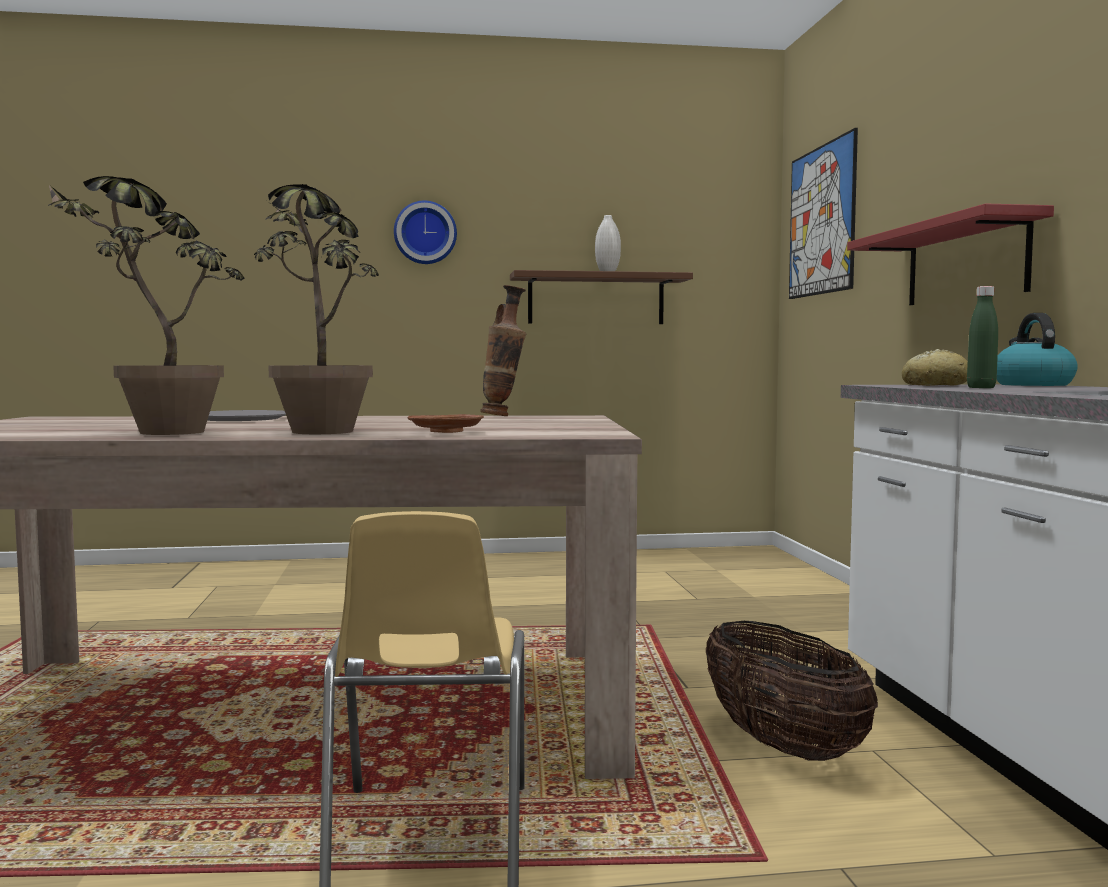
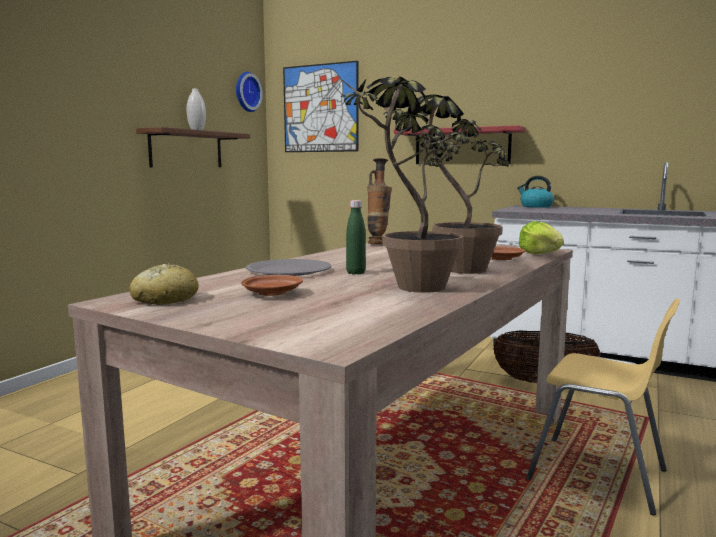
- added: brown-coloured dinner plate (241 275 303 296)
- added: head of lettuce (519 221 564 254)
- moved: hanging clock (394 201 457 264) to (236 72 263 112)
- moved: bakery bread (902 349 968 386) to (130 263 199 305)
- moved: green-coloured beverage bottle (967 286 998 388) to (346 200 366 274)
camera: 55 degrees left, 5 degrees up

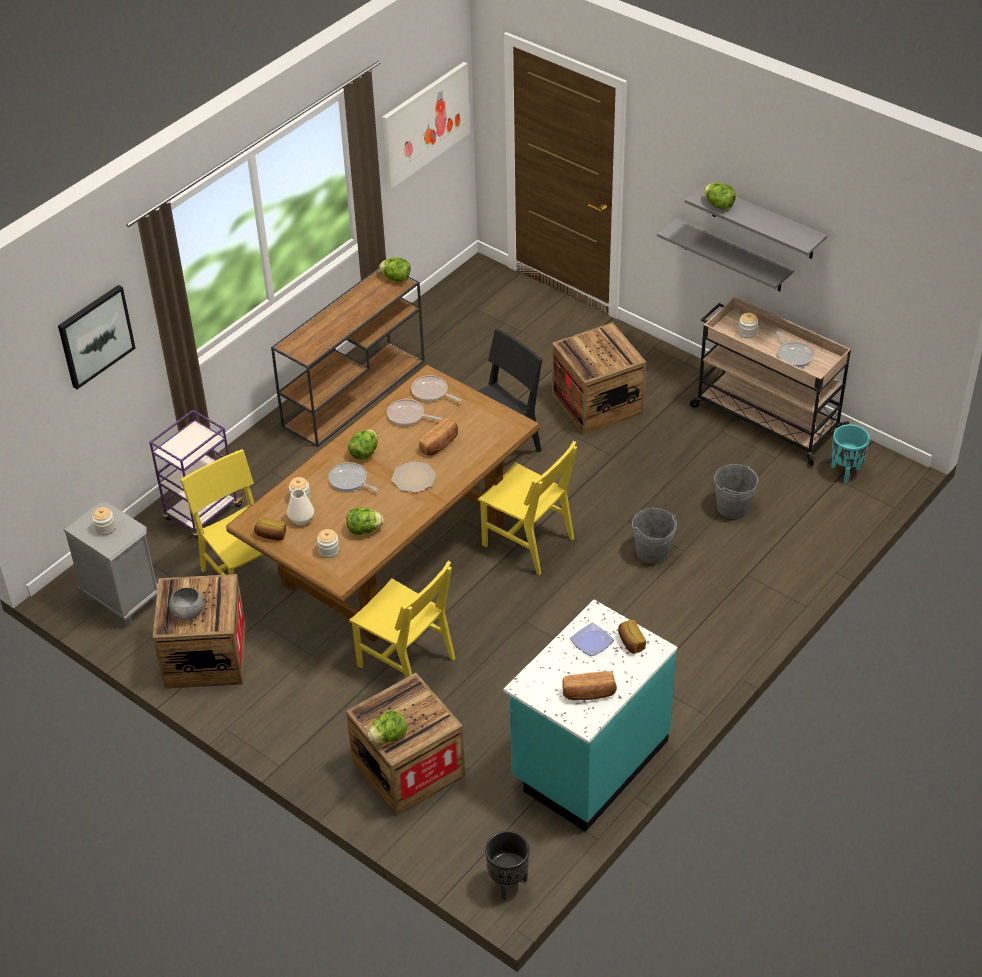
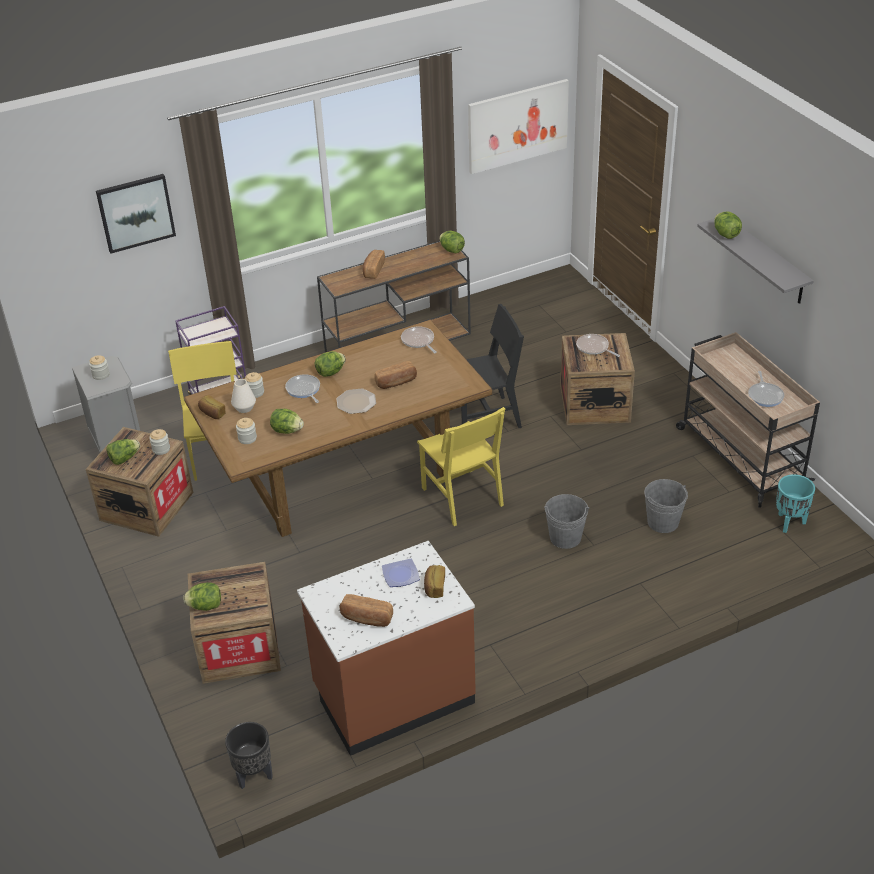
- removed: yellow chair (349 561 455 678)
- removed: greyish shelf (657 217 794 292)
- added: bakery bread (362 250 385 279)
- moved: pan (387 399 442 426) to (576 334 620 357)
- moved: jar (738 313 758 339) to (149 429 170 455)
- replaced: greyish bowl (169 587 204 620) to head of lettuce (106 439 140 465)
- recoloured: blue-green counter (504 600 677 832) to brown-coloured counter (297 541 476 756)
camera: 25 degrees right, 5 degrees down

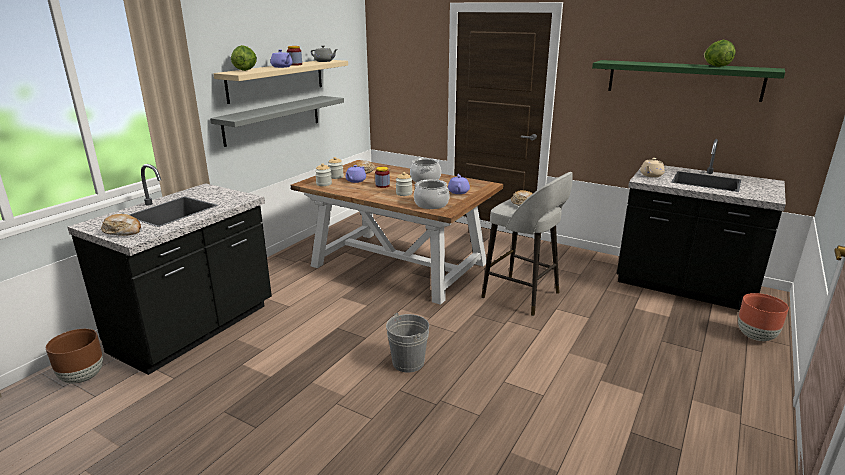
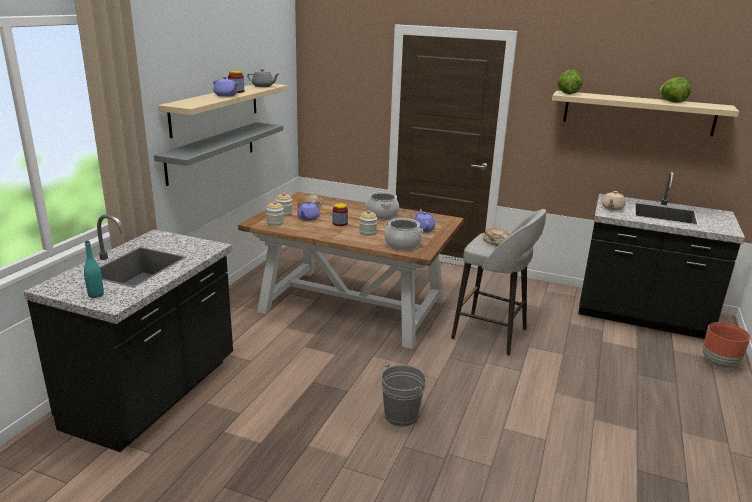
- removed: brown-coloured flower pot (46 329 103 384)
- moved: head of lettuce (231 45 257 71) to (558 70 583 94)
- replaced: bakery bread (101 214 141 236) to blue-green beverage bottle (84 241 104 298)
- recoloured: green-coloured shelf (592 60 785 102) to beige-coloured shelf (552 91 739 136)
camera: 10 degrees left, 0 degrees up

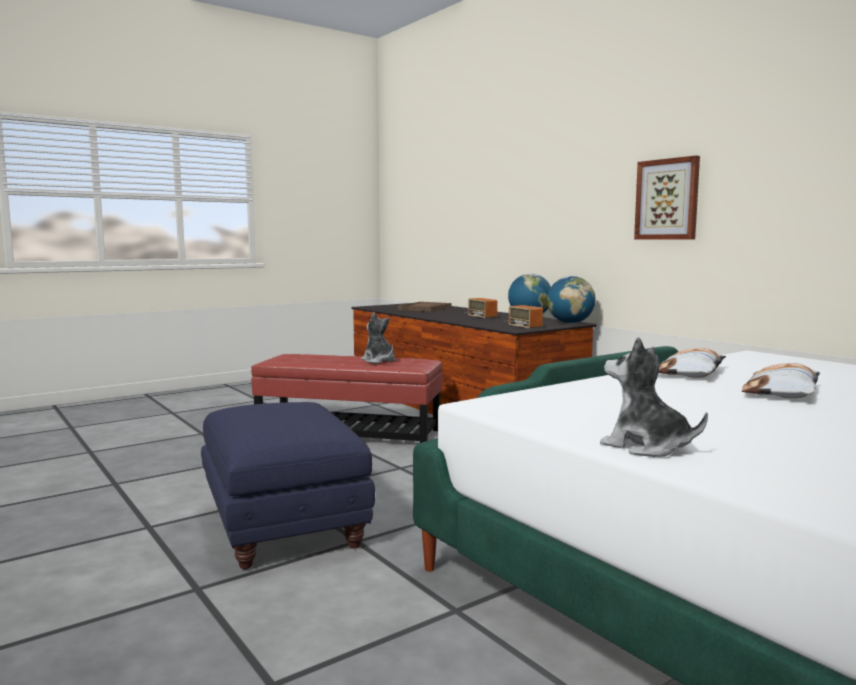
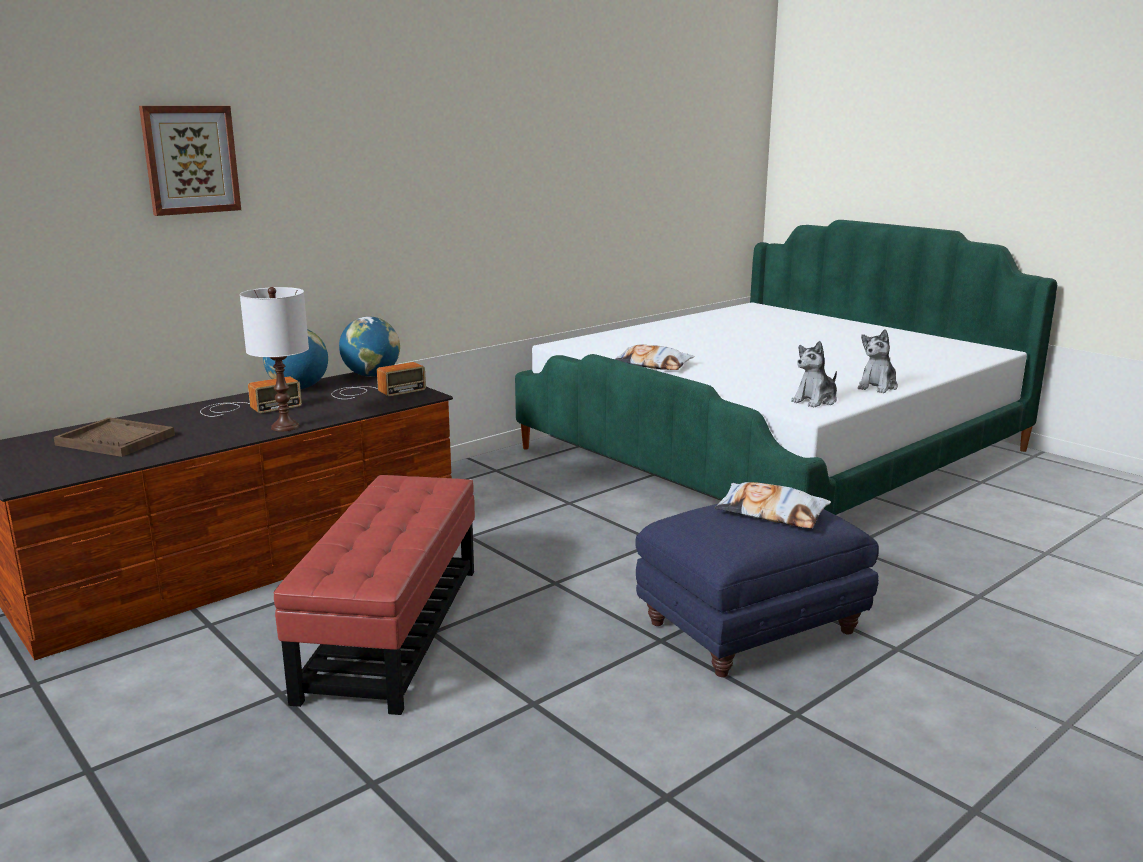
- added: whitish tabletop lamp (240 287 309 431)
- moved: cuddly toy (361 312 395 363) to (791 341 837 408)
- moved: picture (634 156 700 240) to (139 106 241 216)
- moved: cushion (742 363 820 398) to (714 482 831 528)
camera: 95 degrees left, 10 degrees up

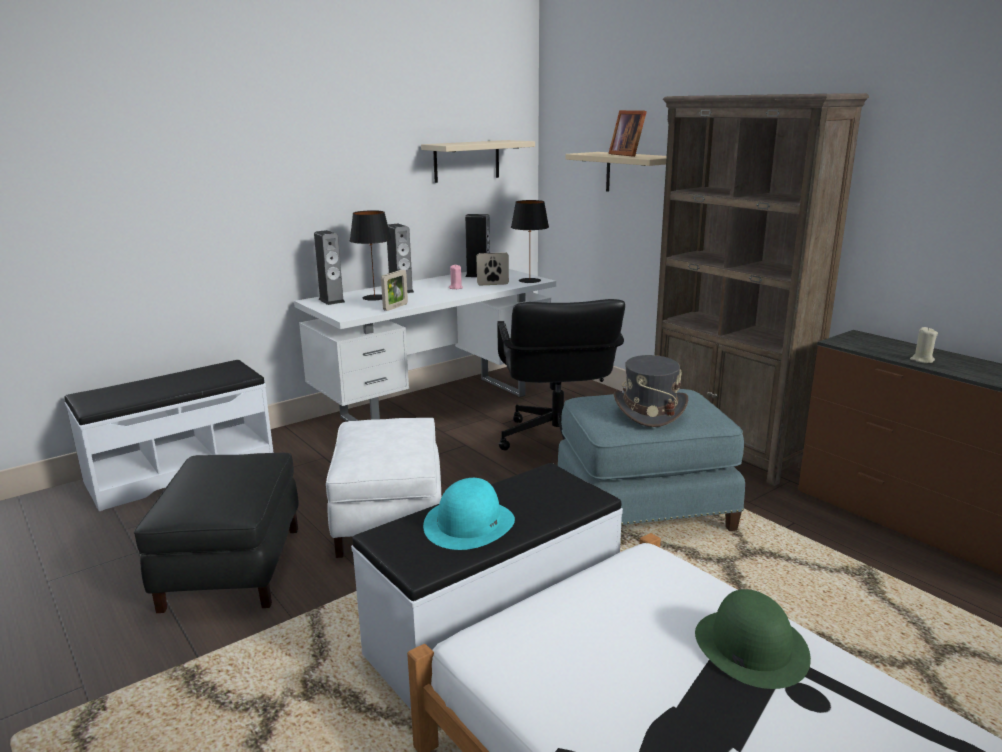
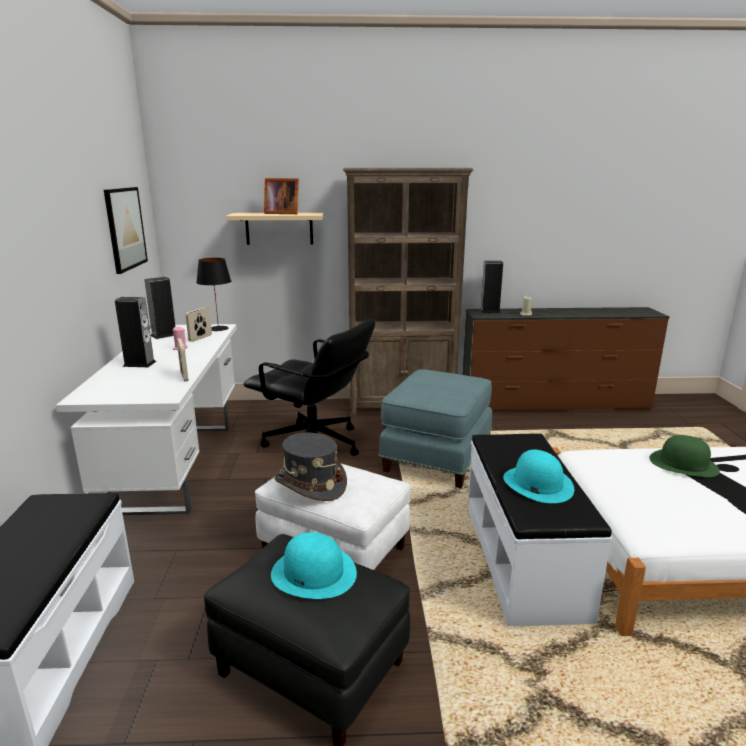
- removed: blackish tabletop lamp (350 210 392 301)
- added: blue-green wearable hat (271 532 357 599)
- moved: loudspeaker (314 230 345 305) to (479 261 503 313)
- moved: greyish wearable hat (614 355 688 427) to (275 433 347 501)
- replaced: beige-coloured shelf (421 140 535 183) to picture (104 187 148 274)
camera: 55 degrees left, 0 degrees up

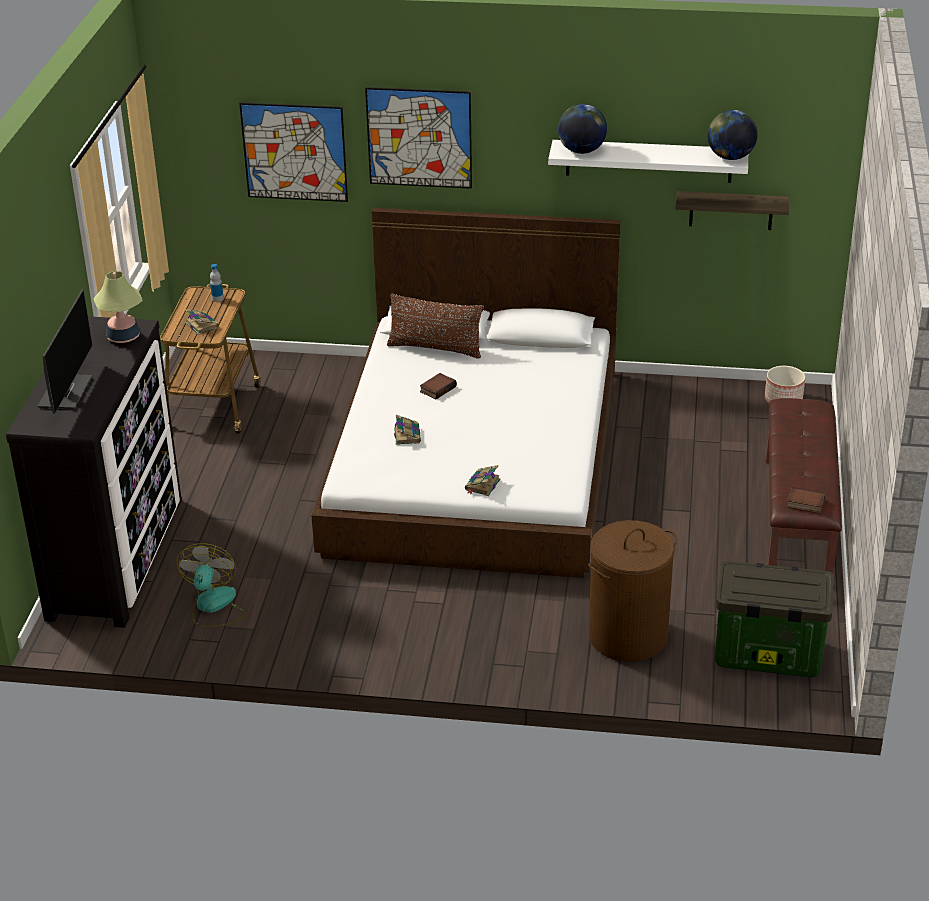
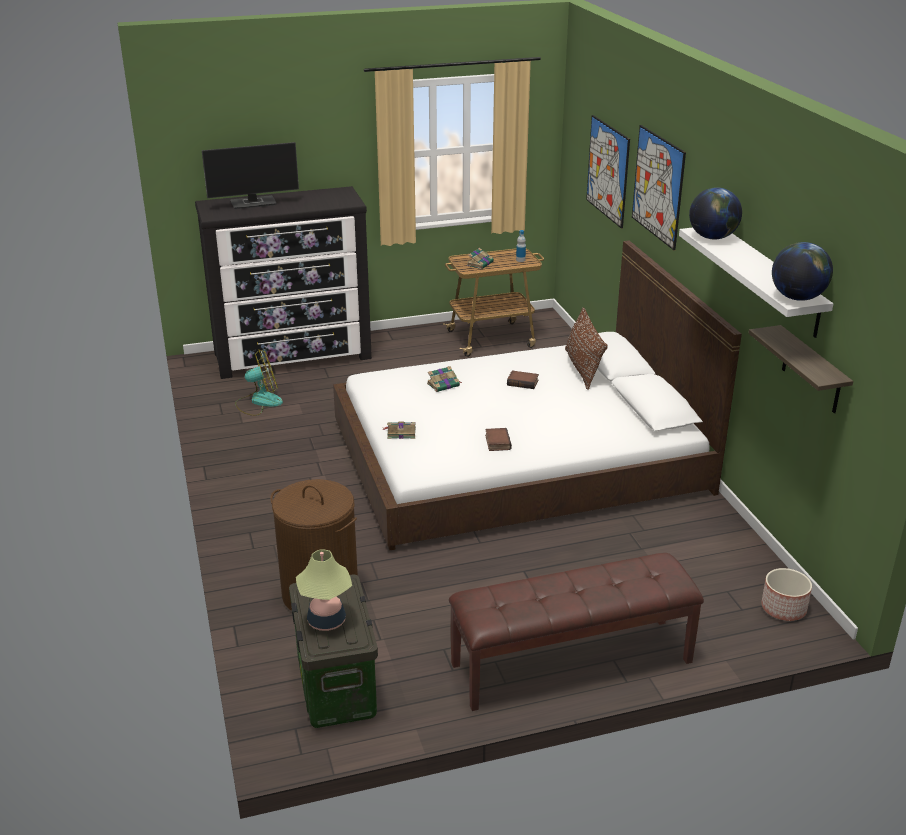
- moved: tabletop lamp (94 271 143 343) to (296 549 352 631)
- moved: bound book (787 487 825 514) to (485 428 512 451)
camera: 65 degrees right, 5 degrees down

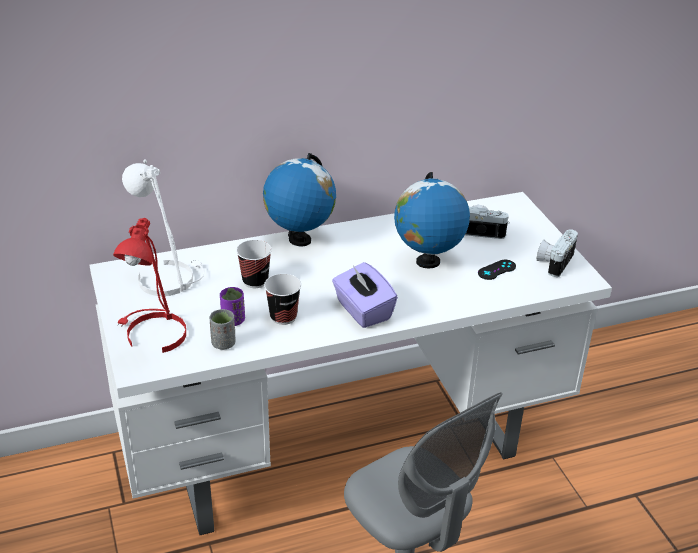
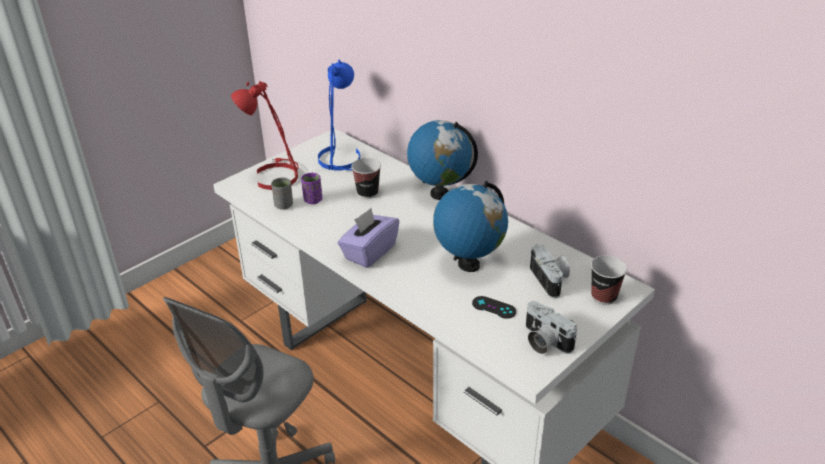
- moved: cup (264 274 301 325) to (591 255 628 305)
- recoloured: whitish tabletop lamp (122 159 205 296) to blue tabletop lamp (318 60 360 171)
- turned: photo camera (537 229 578 277) = (526 301 577 354) 135 degrees counterclockwise
camera: 65 degrees right, 0 degrees up

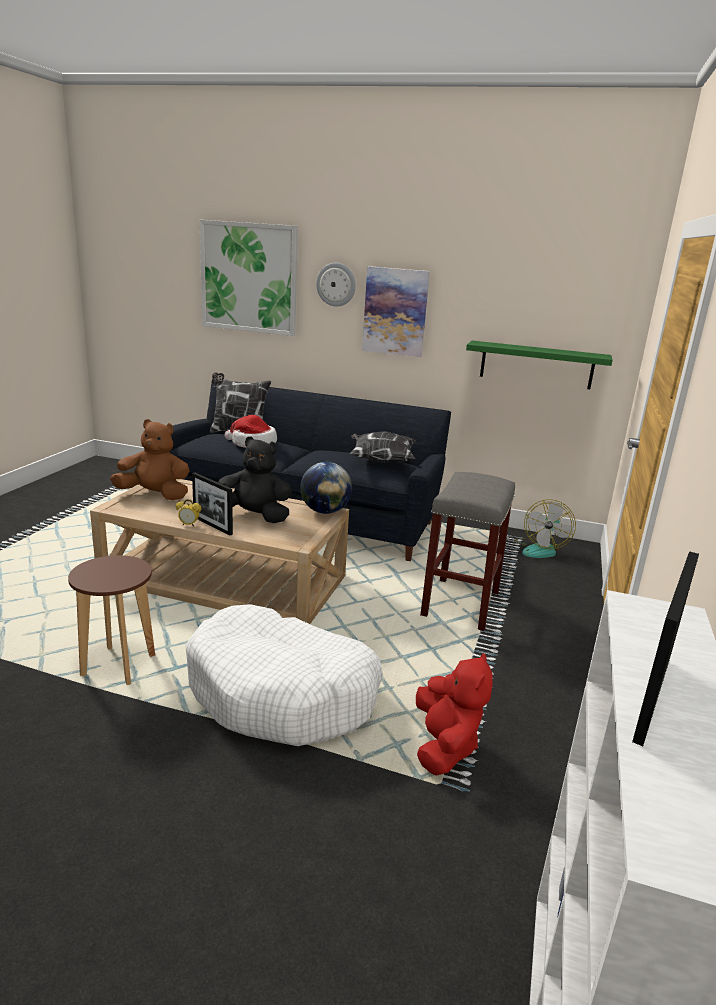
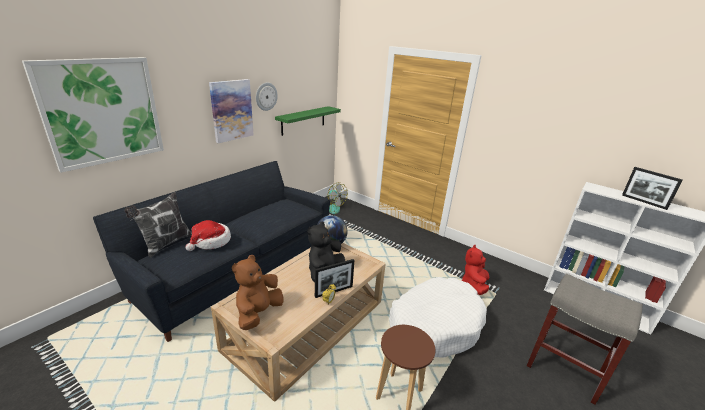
- removed: cushion (350 431 416 463)
- moved: hanging clock (316 263 356 307) to (256 83 278 111)
- moved: greyish sitting stool (420 472 515 631) to (527 274 642 405)
- turned: reddish cuddly toy (416 652 493 776) = (461 245 489 295) 90 degrees counterclockwise
camera: 70 degrees left, 5 degrees up

